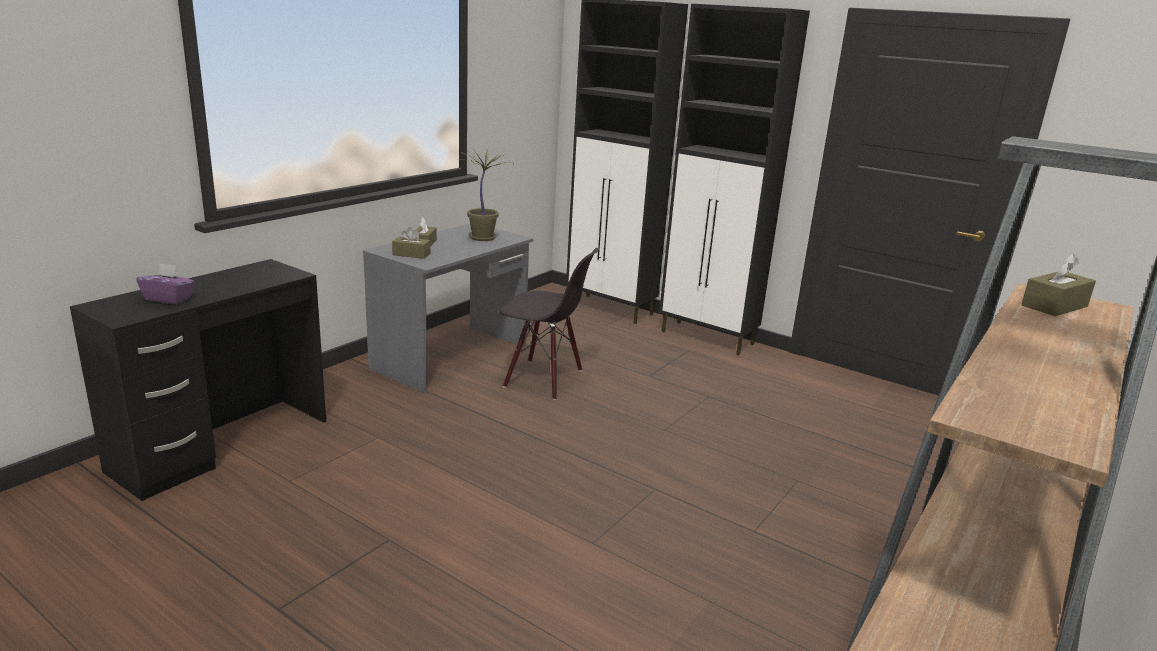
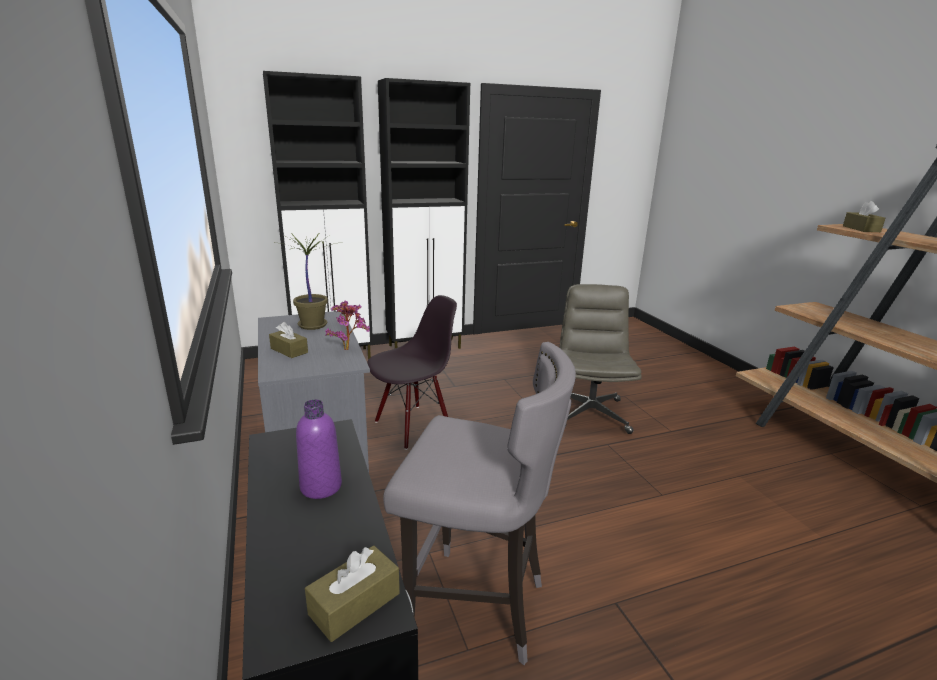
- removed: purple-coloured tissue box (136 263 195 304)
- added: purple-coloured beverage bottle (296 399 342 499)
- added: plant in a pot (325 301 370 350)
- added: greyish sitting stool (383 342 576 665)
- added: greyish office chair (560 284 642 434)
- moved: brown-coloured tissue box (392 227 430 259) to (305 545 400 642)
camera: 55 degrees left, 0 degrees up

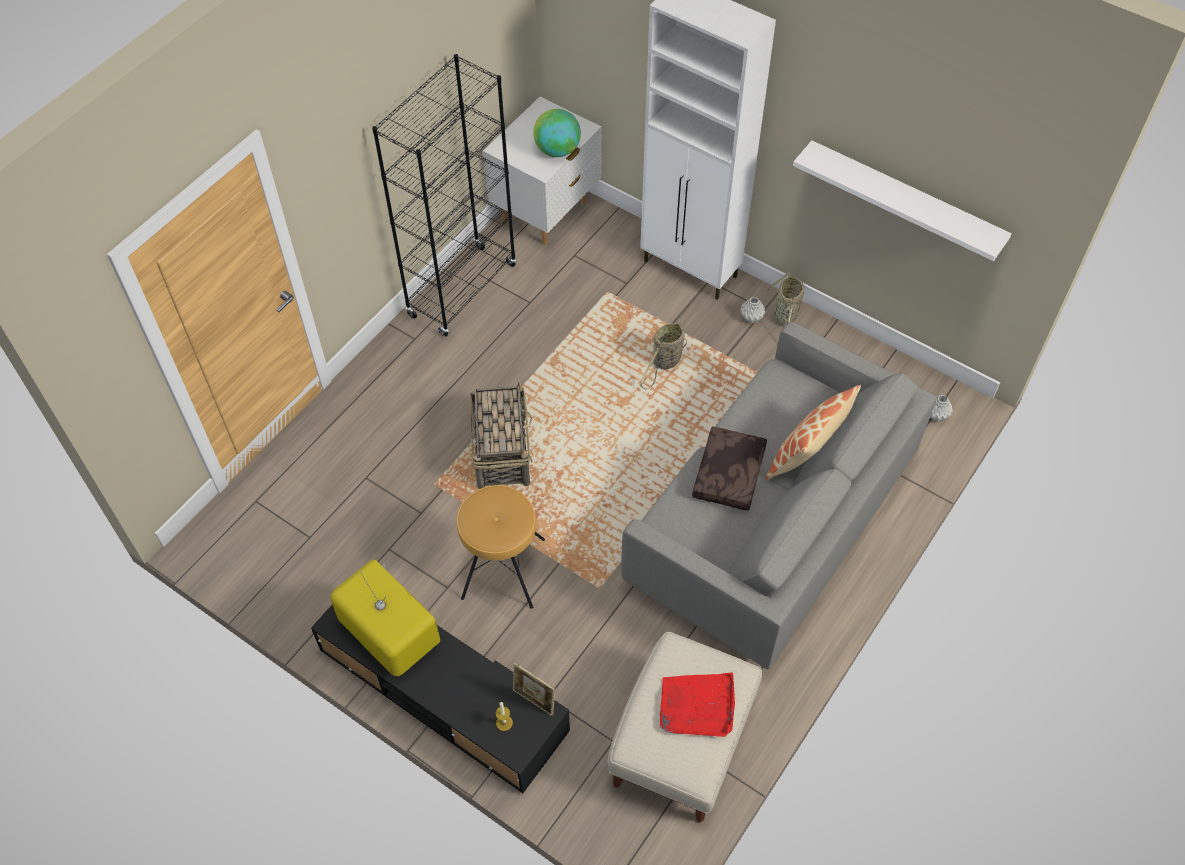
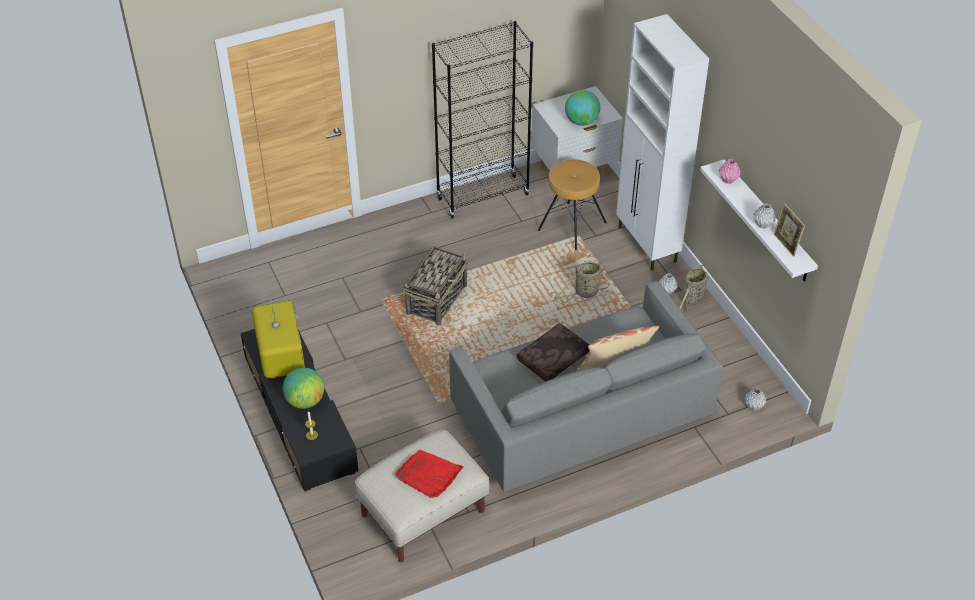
- added: desk globe (283 367 324 409)
- added: pinkish decorative vase (719 159 741 184)
- added: greyish decorative vase (753 203 776 229)
- moved: brown-coloured sitting stool (457 485 545 609) to (538 159 607 250)
- moved: standing frame (513 663 555 716) to (774 203 805 257)
camera: 30 degrees right, 10 degrees down

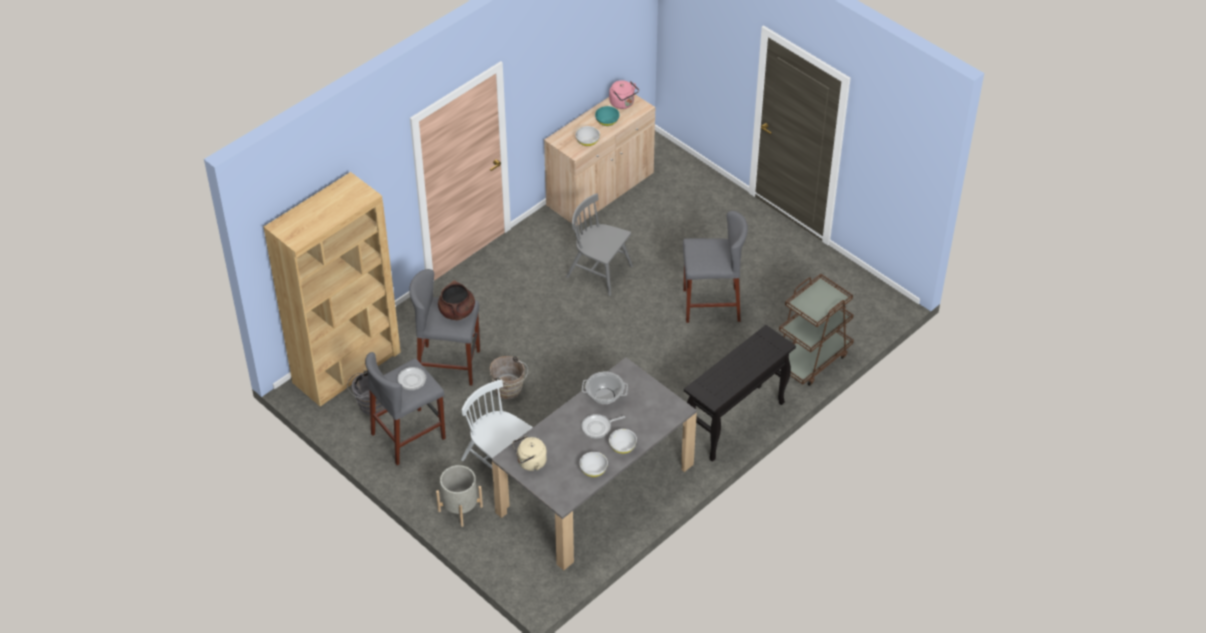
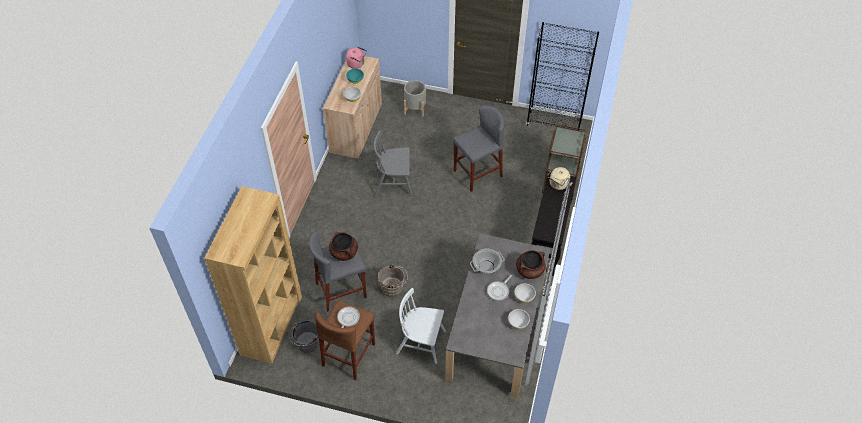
- added: brown-coloured stockpot (516 250 546 279)
- added: blackish bookcase (526 22 599 131)
- moved: greyish flower pot (436 465 483 527) to (404 80 426 116)
- moved: beige-coloured tea kettle (512 436 547 471) to (547 167 572 190)
- recoloured: greyish sitting stool (365 352 446 465) to brown-coloured sitting stool (315 300 375 380)
camera: 30 degrees left, 5 degrees up

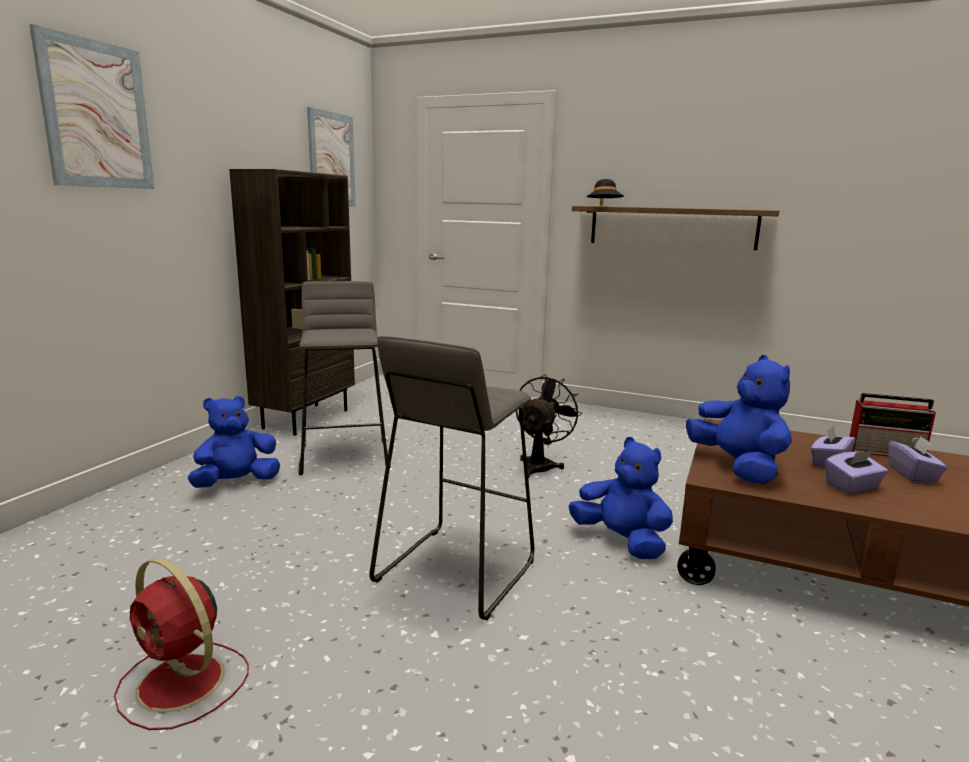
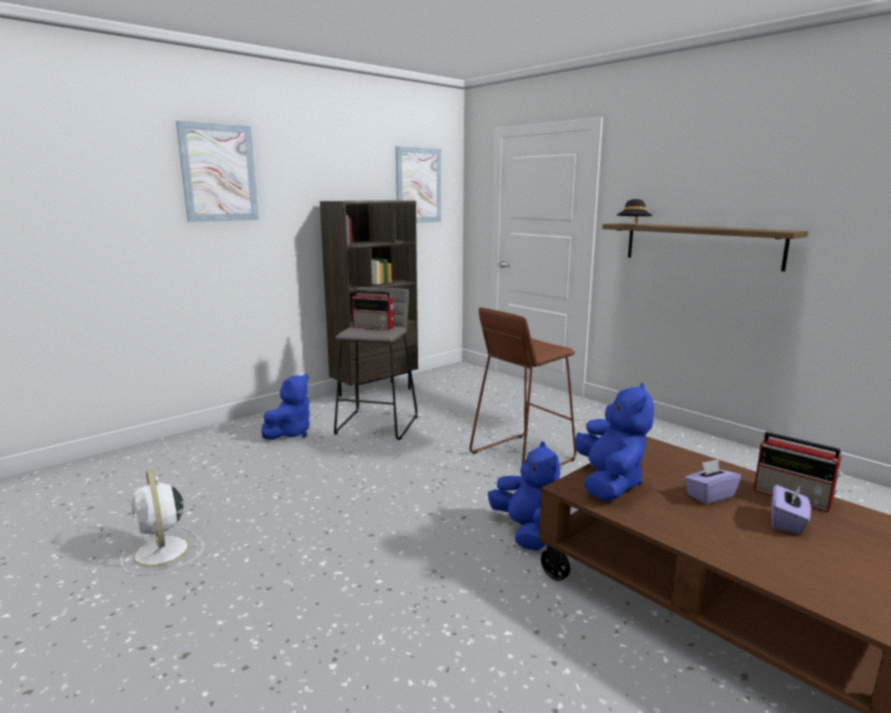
- removed: greyish sitting stool (369 336 534 620)
- removed: purple-coloured tissue box (825 450 888 494)
- added: radio (352 290 394 330)
- replaced: blackish fan (516 375 582 478) to brown-coloured sitting stool (469 308 577 466)
- recoloured: reddish fan (114 558 249 730) to whitish fan (121 470 204 576)
- turned: blue cuddly toy (187 396 280 488) = (261 374 310 440) 135 degrees clockwise
camera: 25 degrees right, 0 degrees up

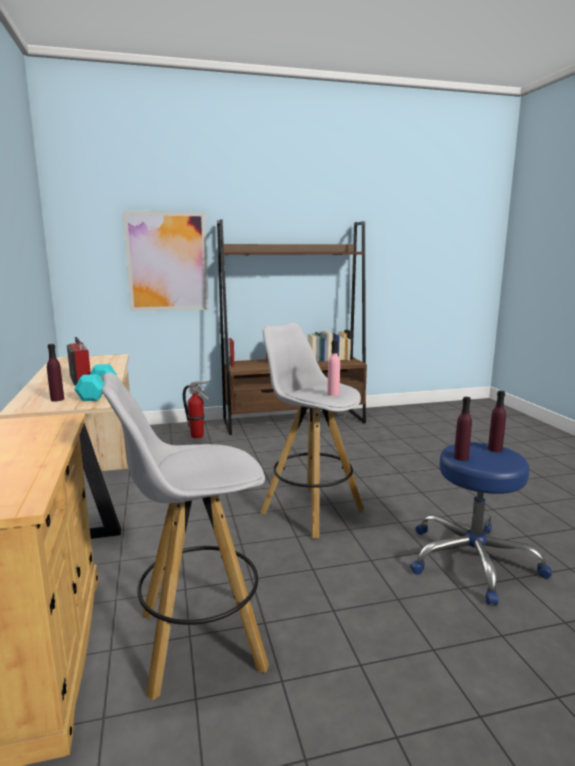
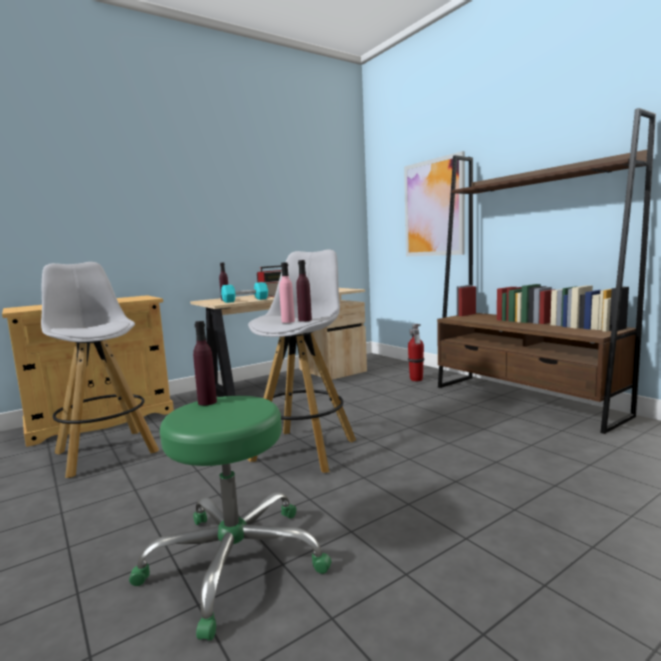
- moved: purple-coloured beverage bottle (488 391 506 452) to (296 260 312 322)
- recoloured: blue sitting stool (410 442 552 605) to green-coloured sitting stool (129 396 332 641)
camera: 70 degrees right, 5 degrees down

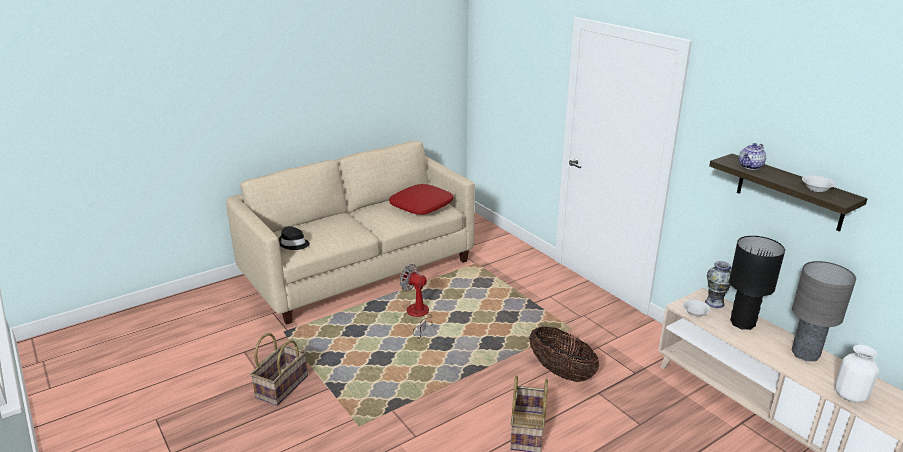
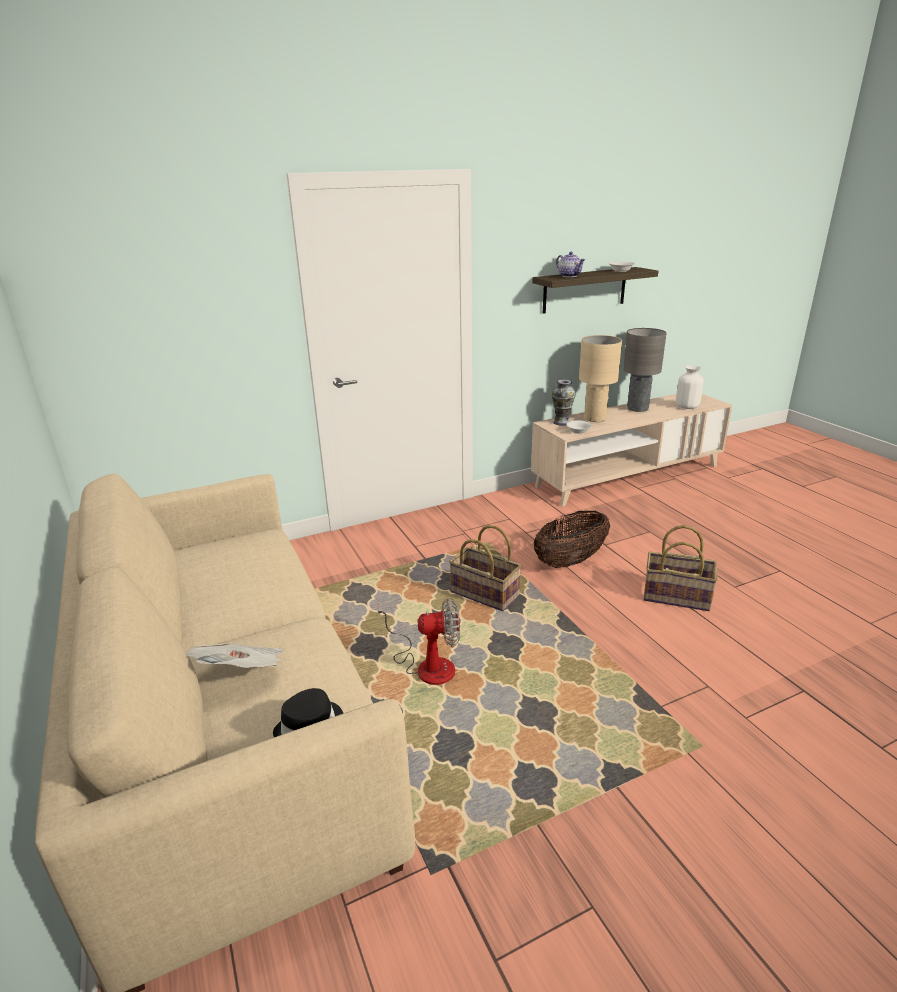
- removed: reddish cushion (389 184 453 215)
- added: newspaper (186 643 284 668)
- moved: storage basket (250 333 308 406) to (449 525 521 611)
- recoloured: blackish tabletop lamp (729 236 785 330) to beige-coloured tabletop lamp (579 335 622 422)
- turned: fan (400 264 432 339) = (378 598 460 685) 135 degrees counterclockwise
camera: 80 degrees left, 0 degrees up

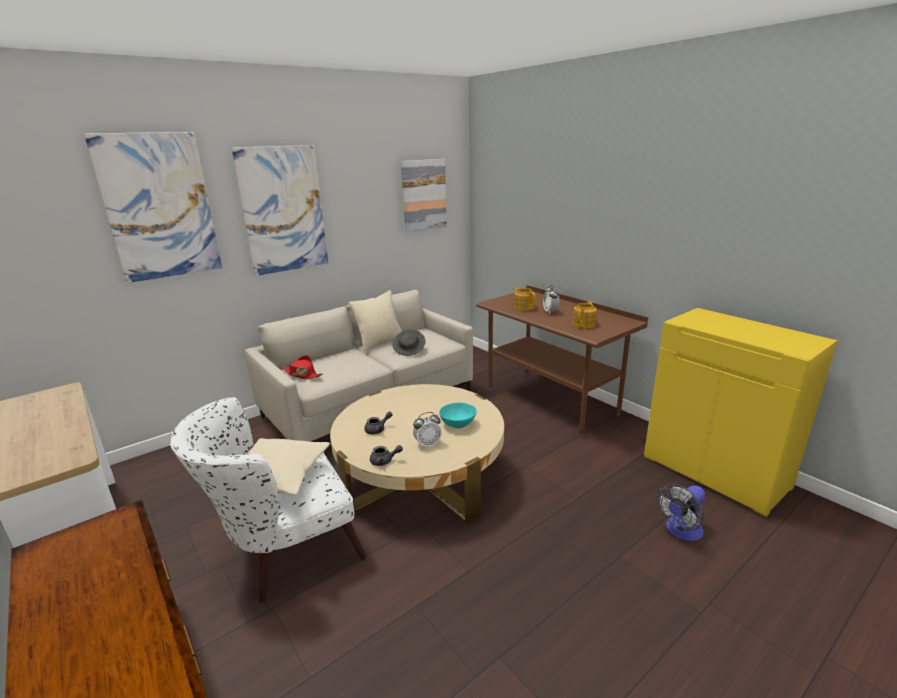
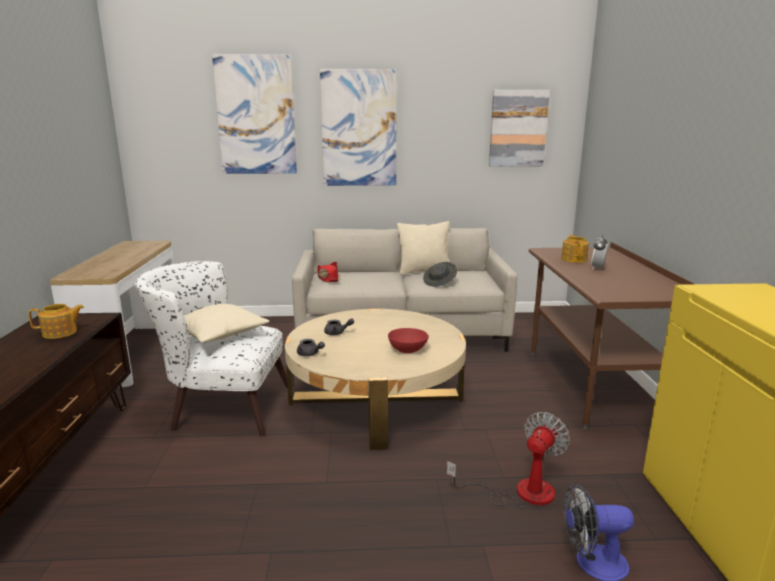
- removed: alarm clock (413 412 442 449)
- added: fan (447 412 570 508)
- moved: tea pot (572 301 597 328) to (28 304 84 339)
- recoloured: blue-green bowl (439 403 477 429) to reddish bowl (388 328 429 353)
camera: 35 degrees right, 5 degrees down

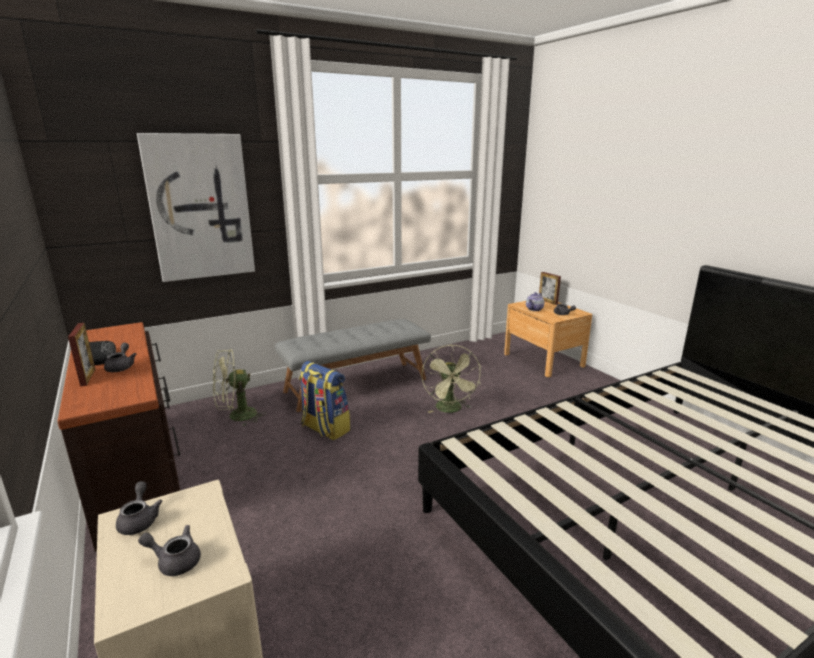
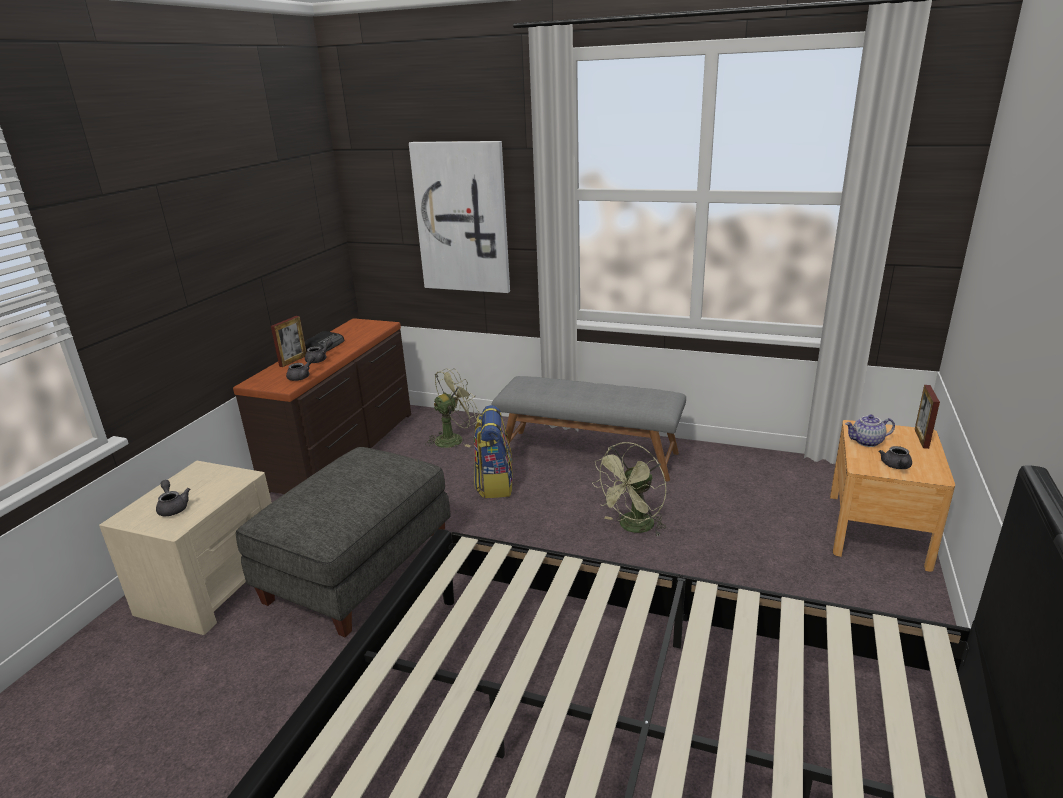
- added: greyish ottoman (236 447 451 637)
- moved: greyish tea pot (116 481 163 535) to (286 355 315 381)
- turned: green-coloured fan (213 349 266 427) = (425 368 479 448) 120 degrees clockwise
camera: 50 degrees right, 5 degrees up

